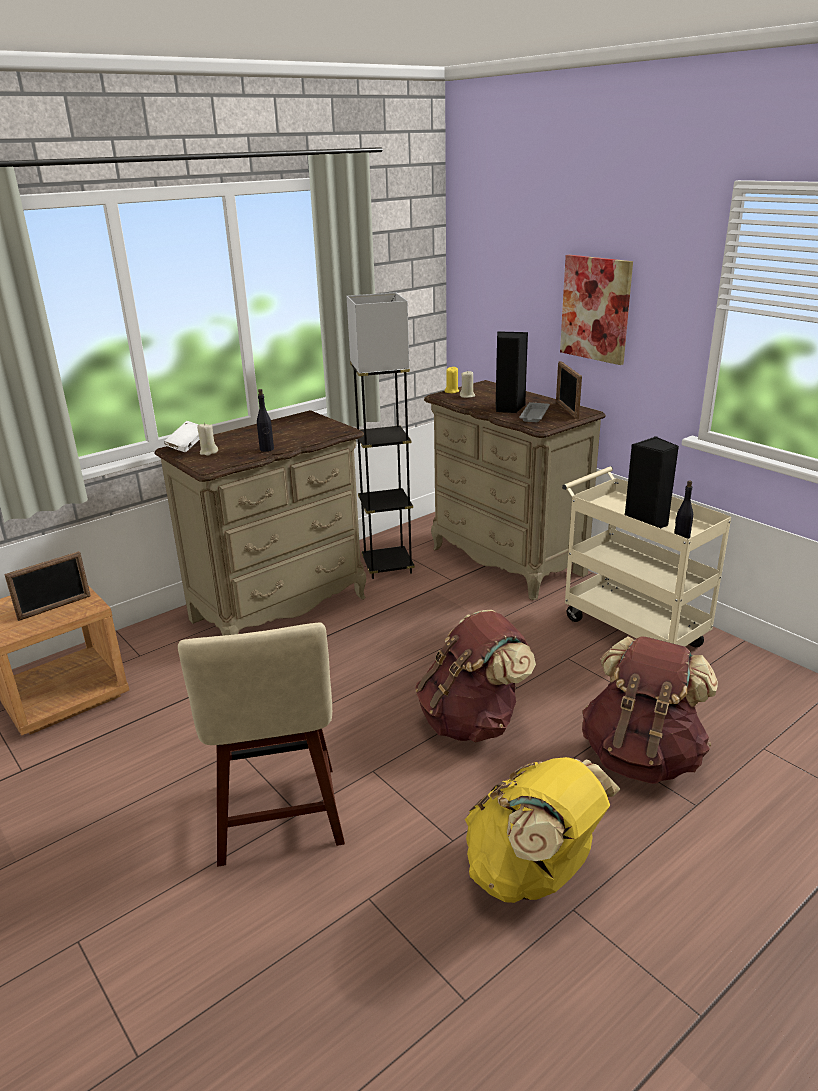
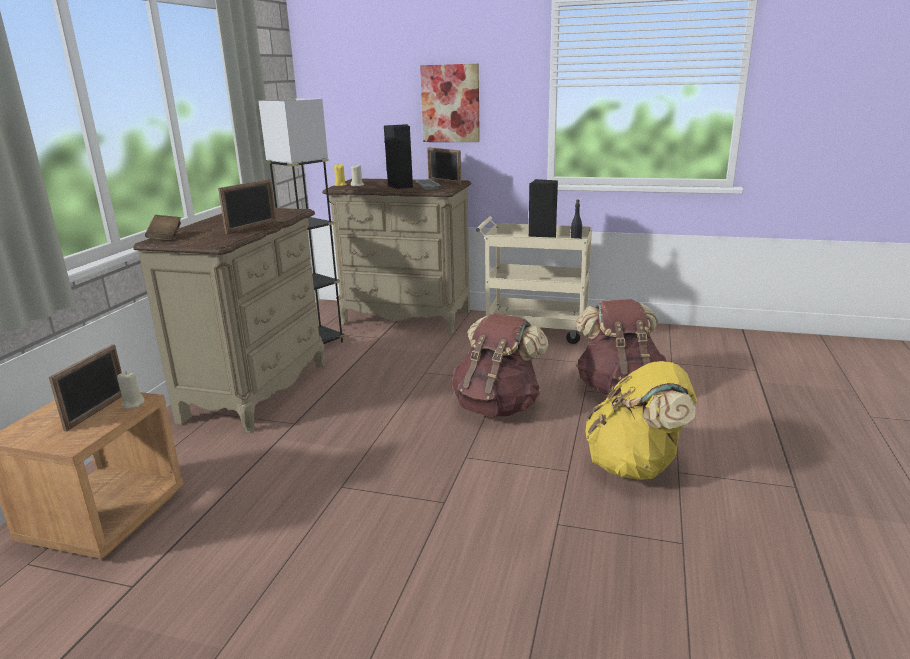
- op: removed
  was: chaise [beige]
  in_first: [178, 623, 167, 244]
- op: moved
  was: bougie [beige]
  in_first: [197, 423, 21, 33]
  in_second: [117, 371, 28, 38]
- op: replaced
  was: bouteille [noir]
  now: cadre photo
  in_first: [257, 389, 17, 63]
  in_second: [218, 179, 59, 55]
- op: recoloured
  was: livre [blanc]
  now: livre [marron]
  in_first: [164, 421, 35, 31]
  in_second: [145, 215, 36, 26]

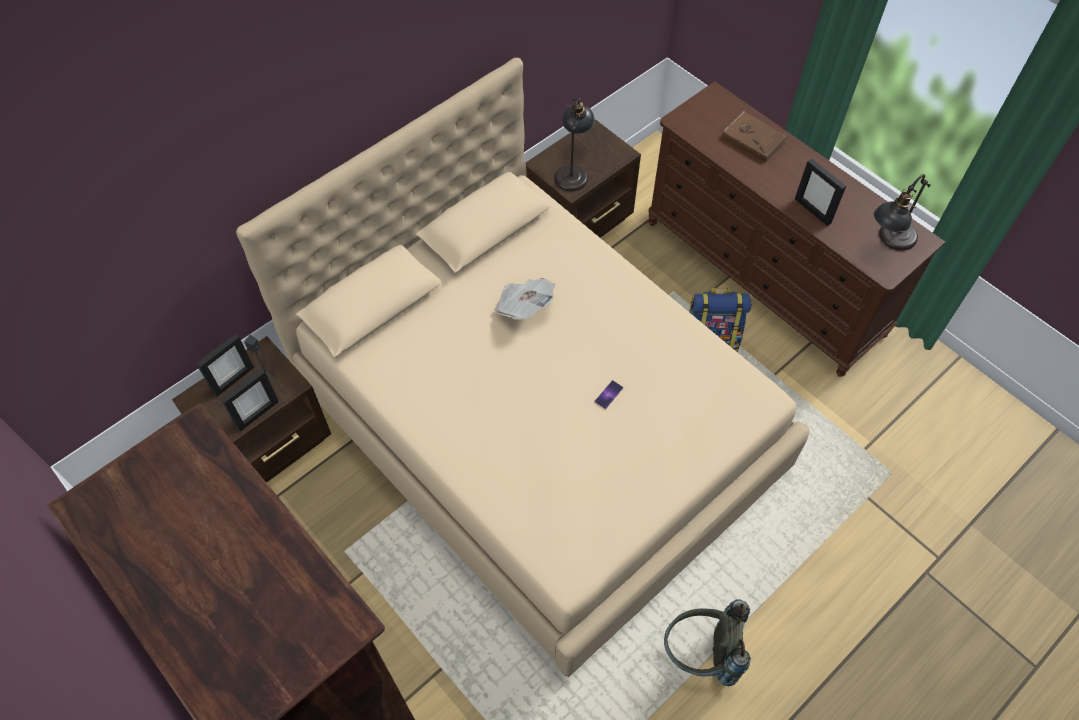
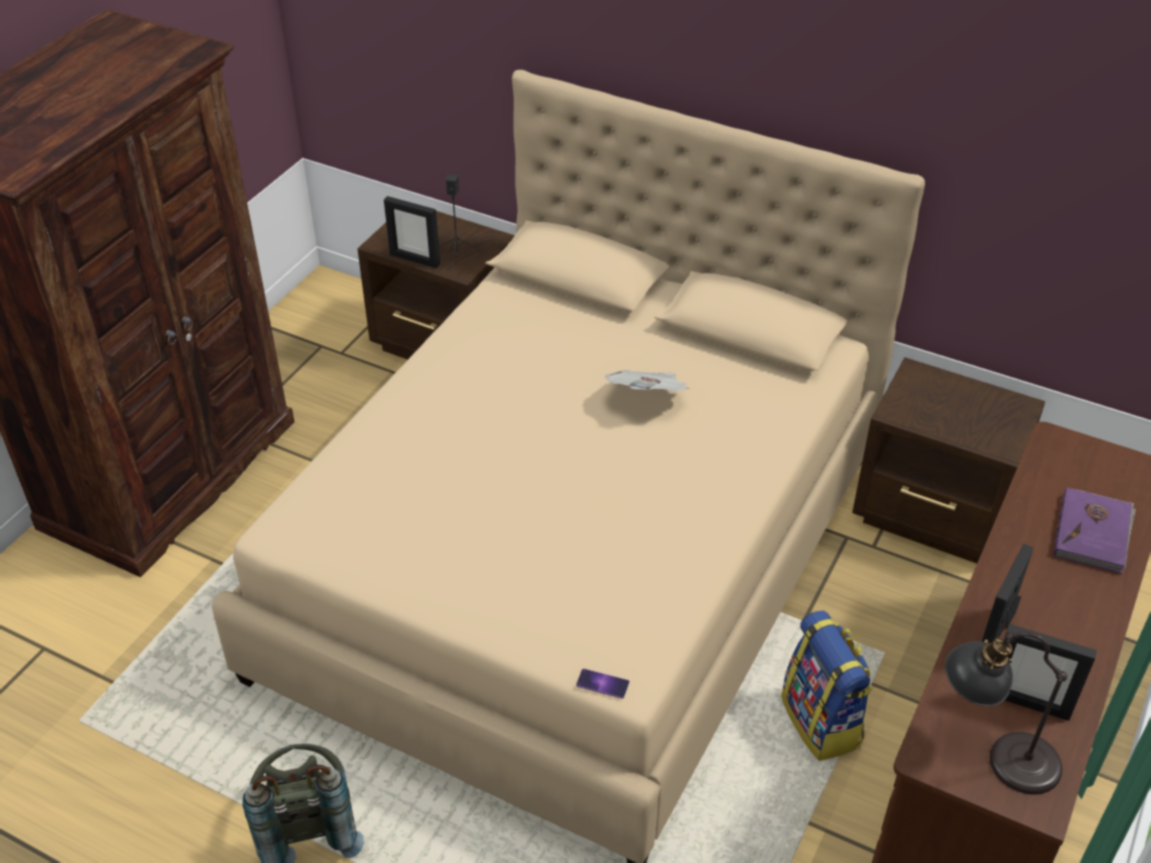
- op: removed
  was: lampe de table [gris]
  in_first: [555, 98, 40, 93]
- op: moved
  was: cadre photo
  in_first: [196, 333, 58, 64]
  in_second: [1004, 624, 93, 97]
- op: moved
  was: téléphone
  in_first: [595, 380, 28, 29]
  in_second: [576, 669, 53, 30]
- op: recoloured
  was: livre [marron]
  now: livre [violet]
  in_first: [722, 112, 66, 50]
  in_second: [1054, 487, 82, 87]

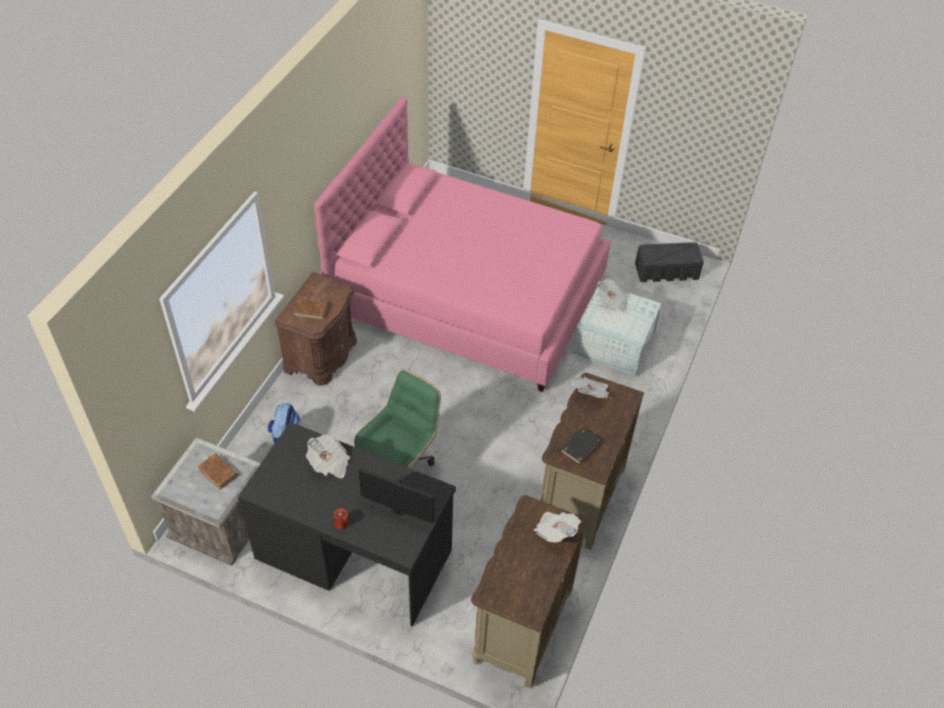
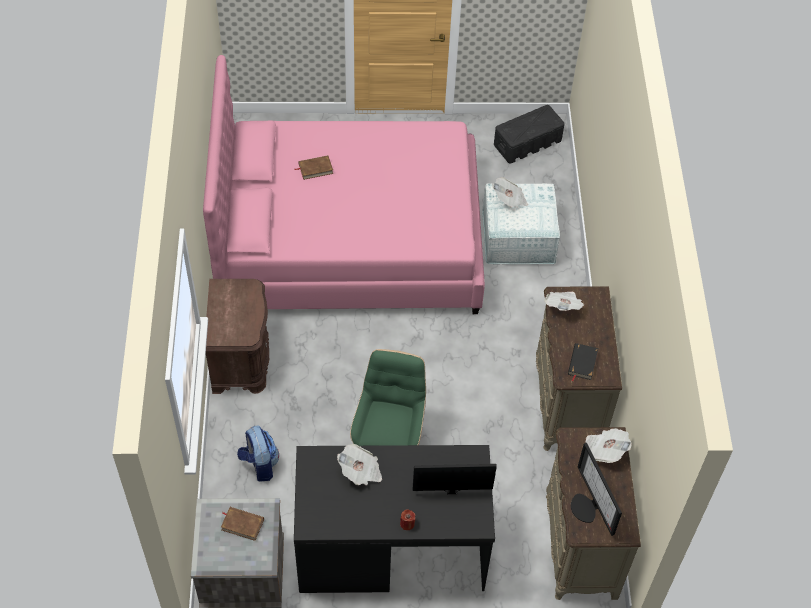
- op: added
  now: écran d'ordinateur
  in_second: [571, 443, 51, 93]
- op: moved
  was: livre [marron]
  in_first: [292, 298, 36, 22]
  in_second: [295, 155, 38, 25]

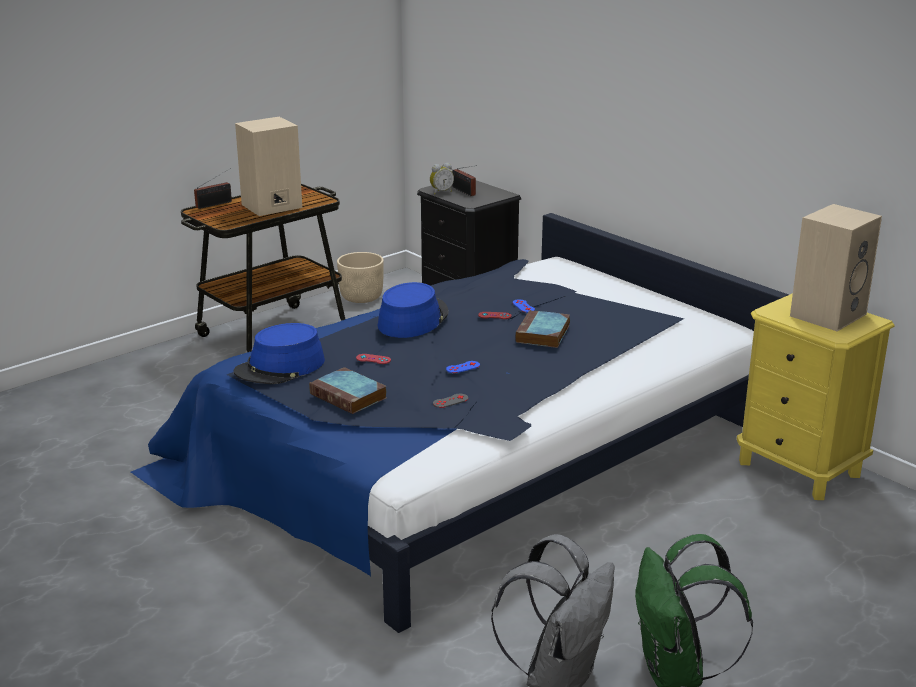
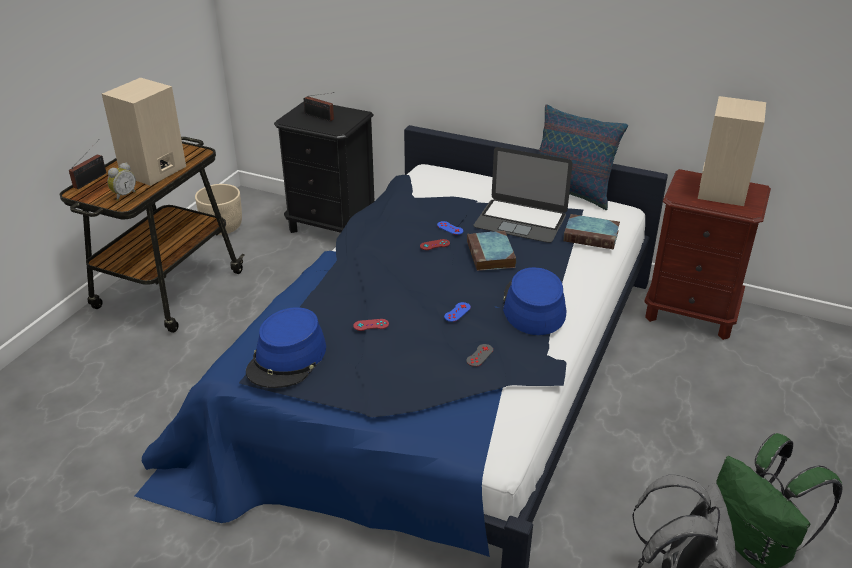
- op: added
  now: ordinateur portable
  in_second: [473, 147, 100, 96]
- op: added
  now: coussin [bleu]
  in_second: [538, 104, 90, 106]
- op: moved
  was: livre
  in_first: [309, 367, 77, 47]
  in_second: [563, 214, 57, 35]
- op: moved
  was: chapeau [bleu]
  in_first: [378, 282, 71, 56]
  in_second: [503, 267, 63, 68]
- op: moved
  was: réveil
  in_first: [430, 163, 24, 31]
  in_second: [108, 163, 28, 38]
- op: recoloured
  was: table de chevet [jaune]
  now: table de chevet [marron]
  in_first: [737, 293, 157, 207]
  in_second: [644, 169, 127, 171]

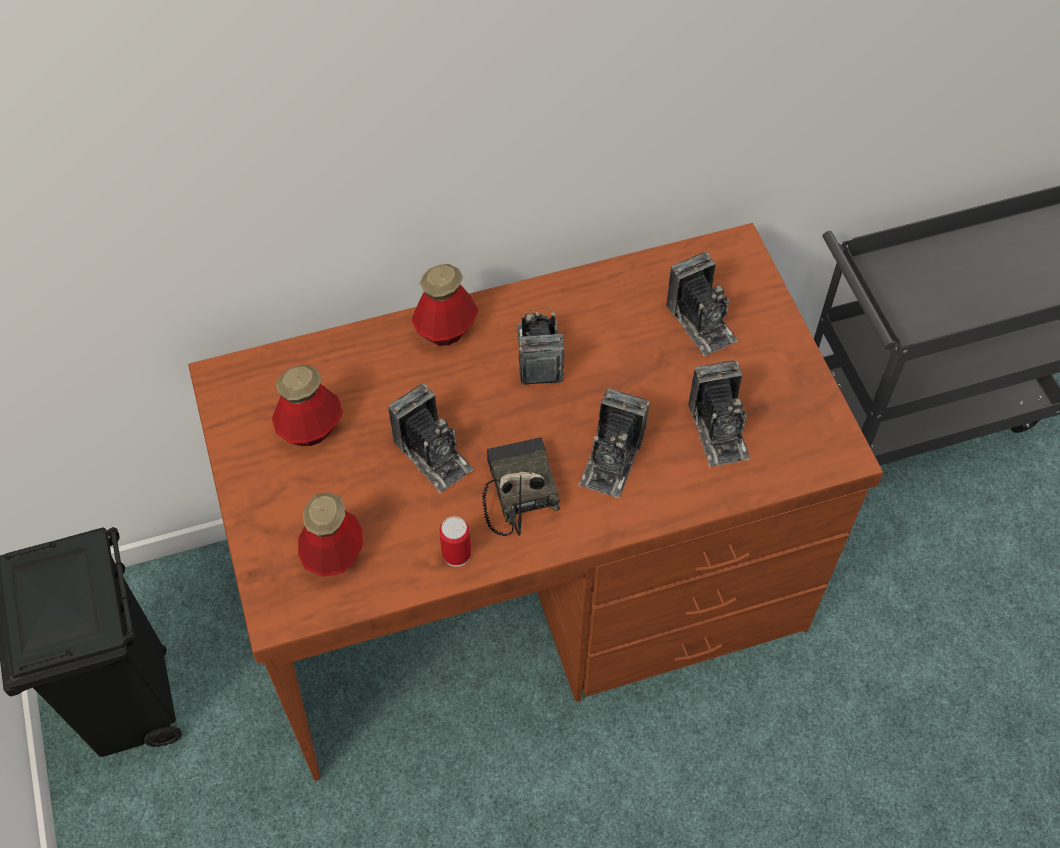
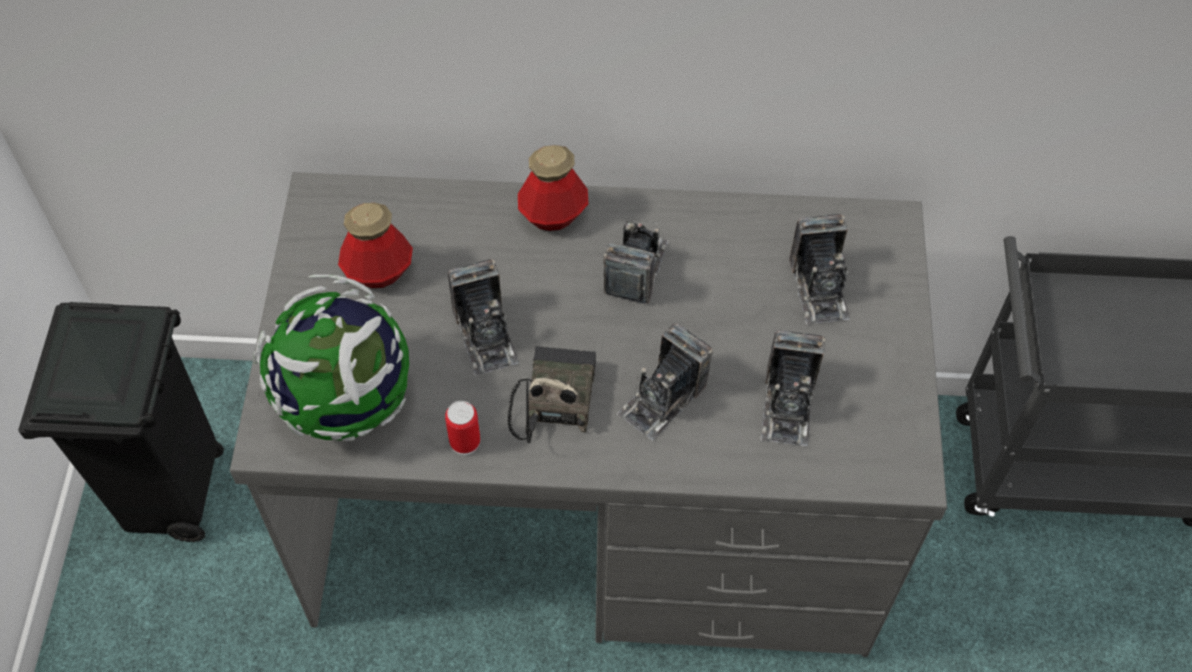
- op: replaced
  was: bouteille
  now: globe
  in_first: [298, 492, 65, 85]
  in_second: [253, 274, 156, 167]
- op: recoloured
  was: bureau [marron]
  now: bureau [gris]
  in_first: [188, 223, 695, 558]
  in_second: [230, 172, 717, 485]

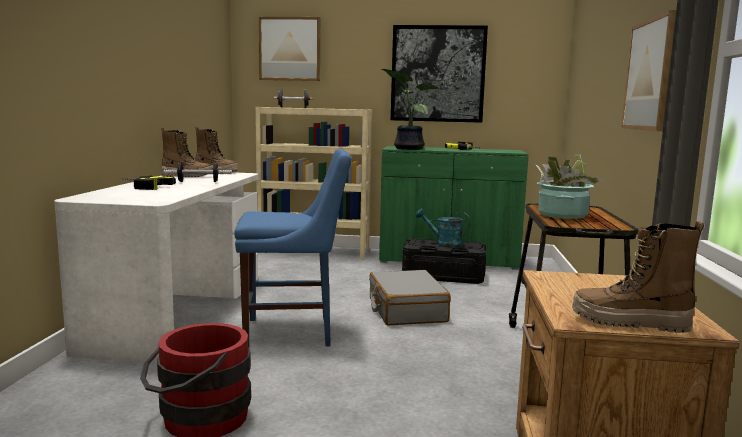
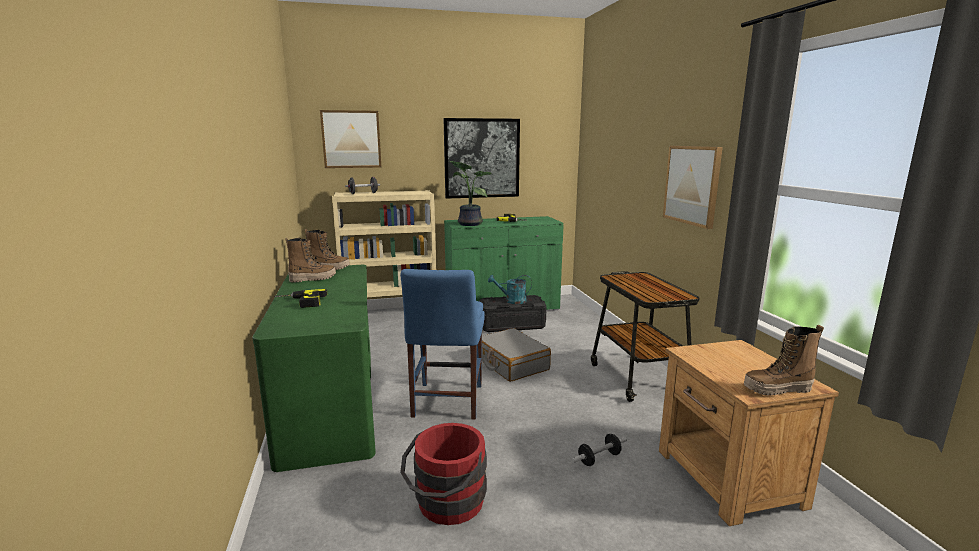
- op: removed
  was: plante en pot
  in_first: [536, 155, 68, 64]
- op: moved
  was: haltère
  in_first: [164, 162, 68, 20]
  in_second: [571, 434, 56, 32]
- op: recoloured
  was: bureau [blanc]
  now: bureau [vert]
  in_first: [54, 172, 204, 192]
  in_second: [252, 265, 124, 207]
- op: turned
  was: chaise [bleu]
  in_first: [234, 149, 118, 198]
  in_second: [401, 269, 84, 150]
  clockwise: 120

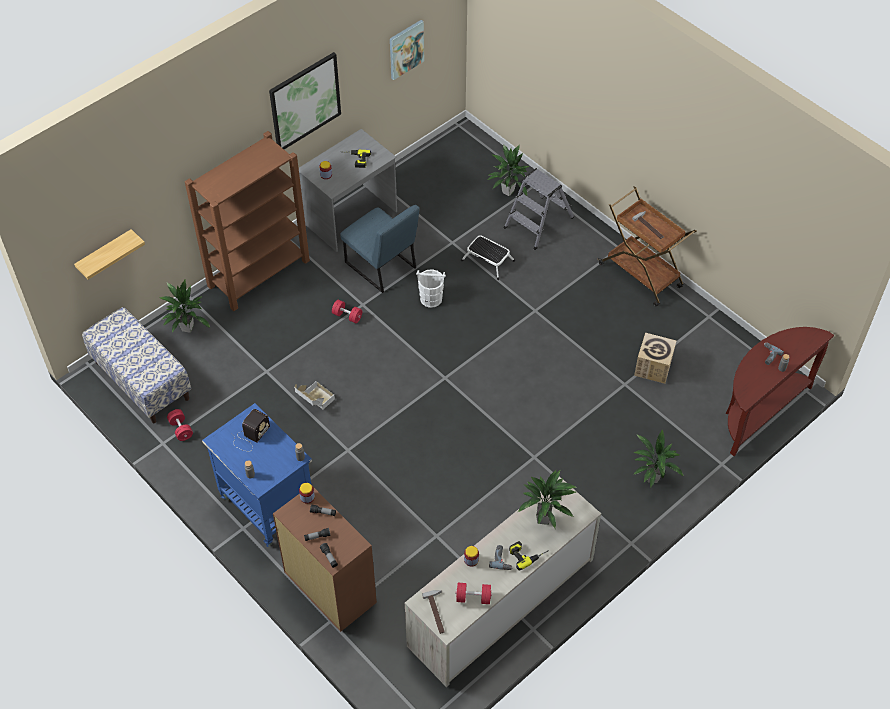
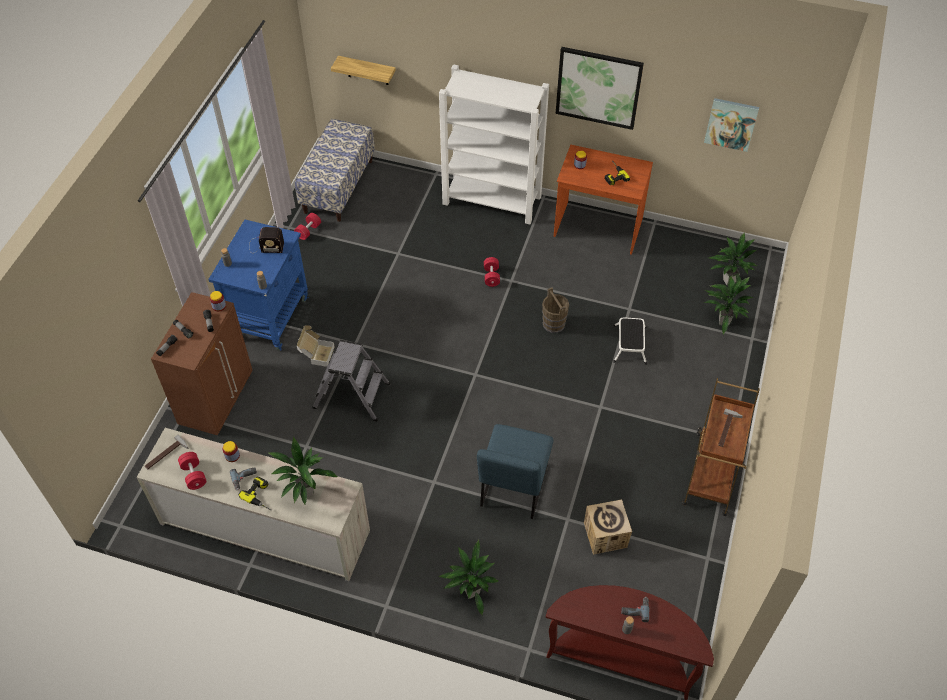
- op: moved
  was: plante en pot
  in_first: [158, 280, 52, 53]
  in_second: [709, 233, 48, 60]
- op: moved
  was: carton
  in_first: [294, 381, 41, 28]
  in_second: [297, 325, 37, 42]
- op: moved
  was: chaise [bleu]
  in_first: [340, 205, 79, 88]
  in_second: [477, 424, 77, 95]
- op: moved
  was: escabeau [gris]
  in_first: [504, 168, 70, 82]
  in_second: [312, 340, 79, 82]
- op: recoloured
  was: bibliothèque [marron]
  now: bibliothèque [blanc]
  in_first: [185, 131, 125, 180]
  in_second: [439, 64, 110, 160]
- op: recoloured
  was: bureau [gris]
  now: bureau [marron]
  in_first: [299, 129, 98, 123]
  in_second: [554, 145, 99, 110]
- op: recoloured
  was: seau [blanc]
  now: seau [marron]
  in_first: [416, 269, 30, 39]
  in_second: [542, 287, 27, 46]

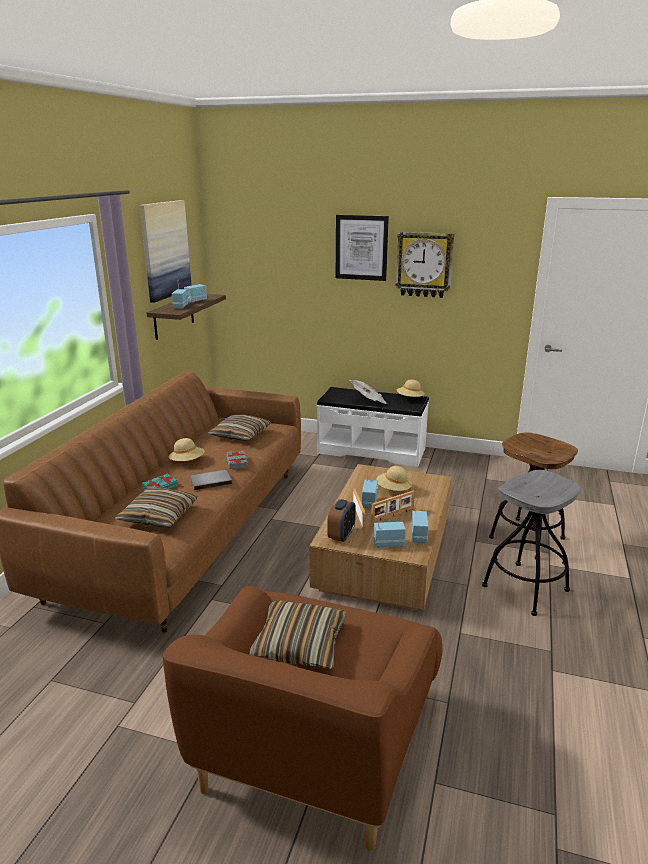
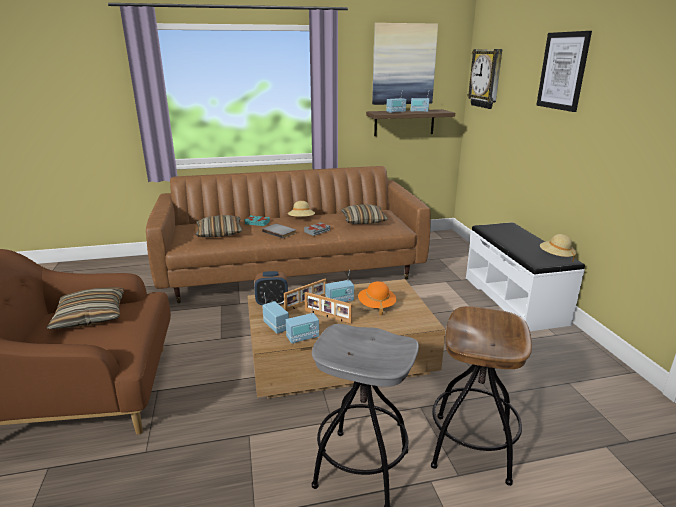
- op: removed
  was: journal
  in_first: [350, 380, 37, 24]
- op: moved
  was: horloge murale
  in_first: [395, 232, 59, 66]
  in_second: [467, 49, 35, 60]
- op: recoloured
  was: chapeau [beige]
  now: chapeau [orange]
  in_first: [376, 466, 36, 25]
  in_second: [358, 281, 38, 35]

